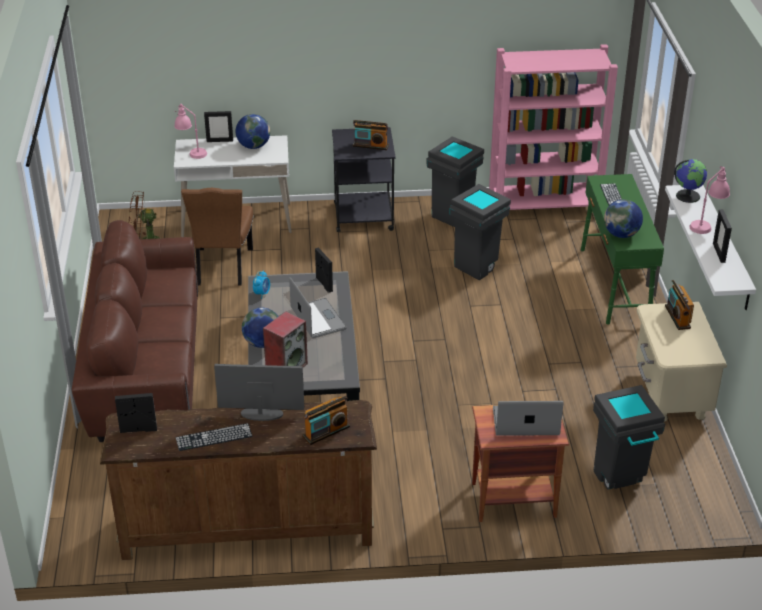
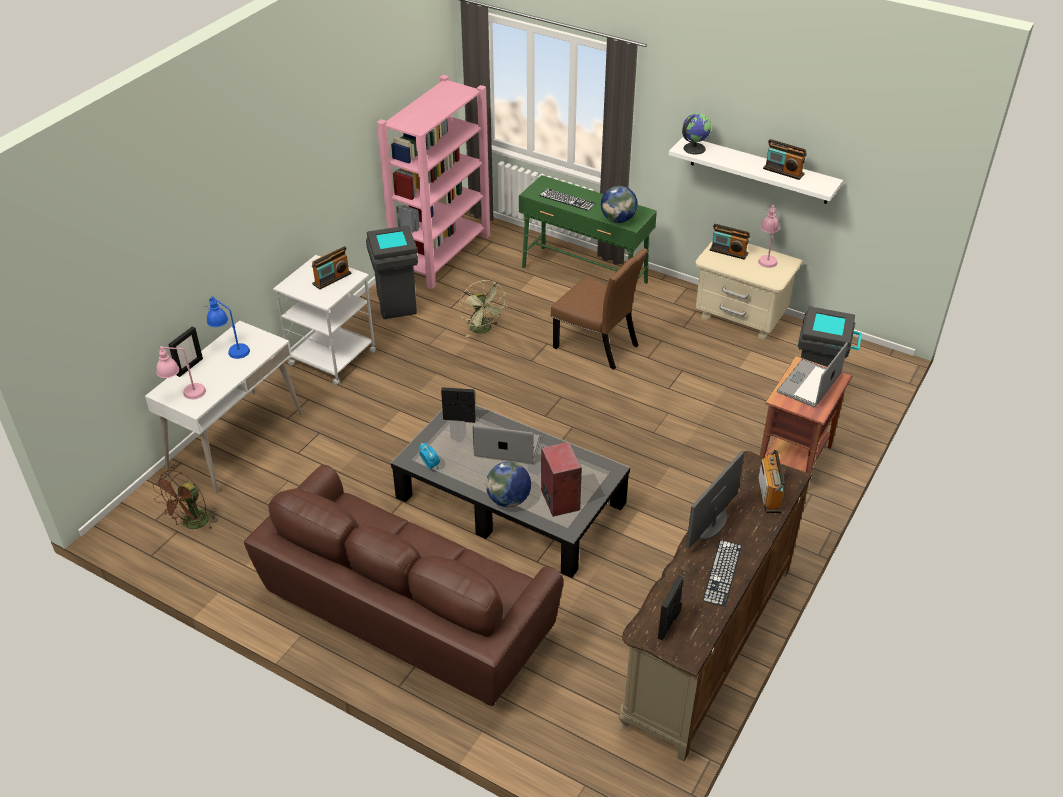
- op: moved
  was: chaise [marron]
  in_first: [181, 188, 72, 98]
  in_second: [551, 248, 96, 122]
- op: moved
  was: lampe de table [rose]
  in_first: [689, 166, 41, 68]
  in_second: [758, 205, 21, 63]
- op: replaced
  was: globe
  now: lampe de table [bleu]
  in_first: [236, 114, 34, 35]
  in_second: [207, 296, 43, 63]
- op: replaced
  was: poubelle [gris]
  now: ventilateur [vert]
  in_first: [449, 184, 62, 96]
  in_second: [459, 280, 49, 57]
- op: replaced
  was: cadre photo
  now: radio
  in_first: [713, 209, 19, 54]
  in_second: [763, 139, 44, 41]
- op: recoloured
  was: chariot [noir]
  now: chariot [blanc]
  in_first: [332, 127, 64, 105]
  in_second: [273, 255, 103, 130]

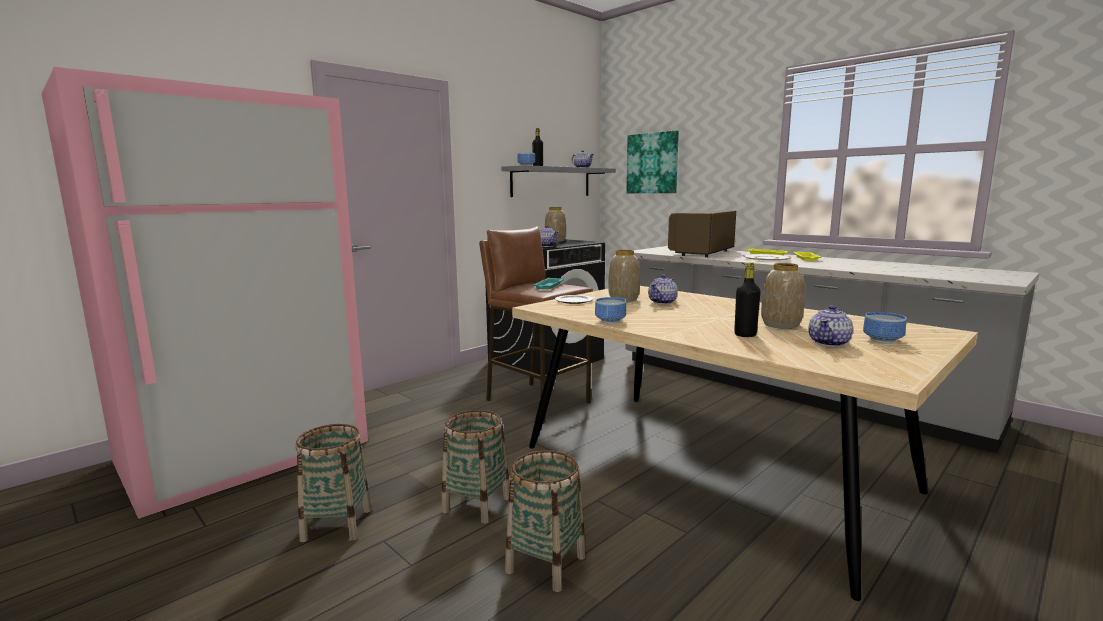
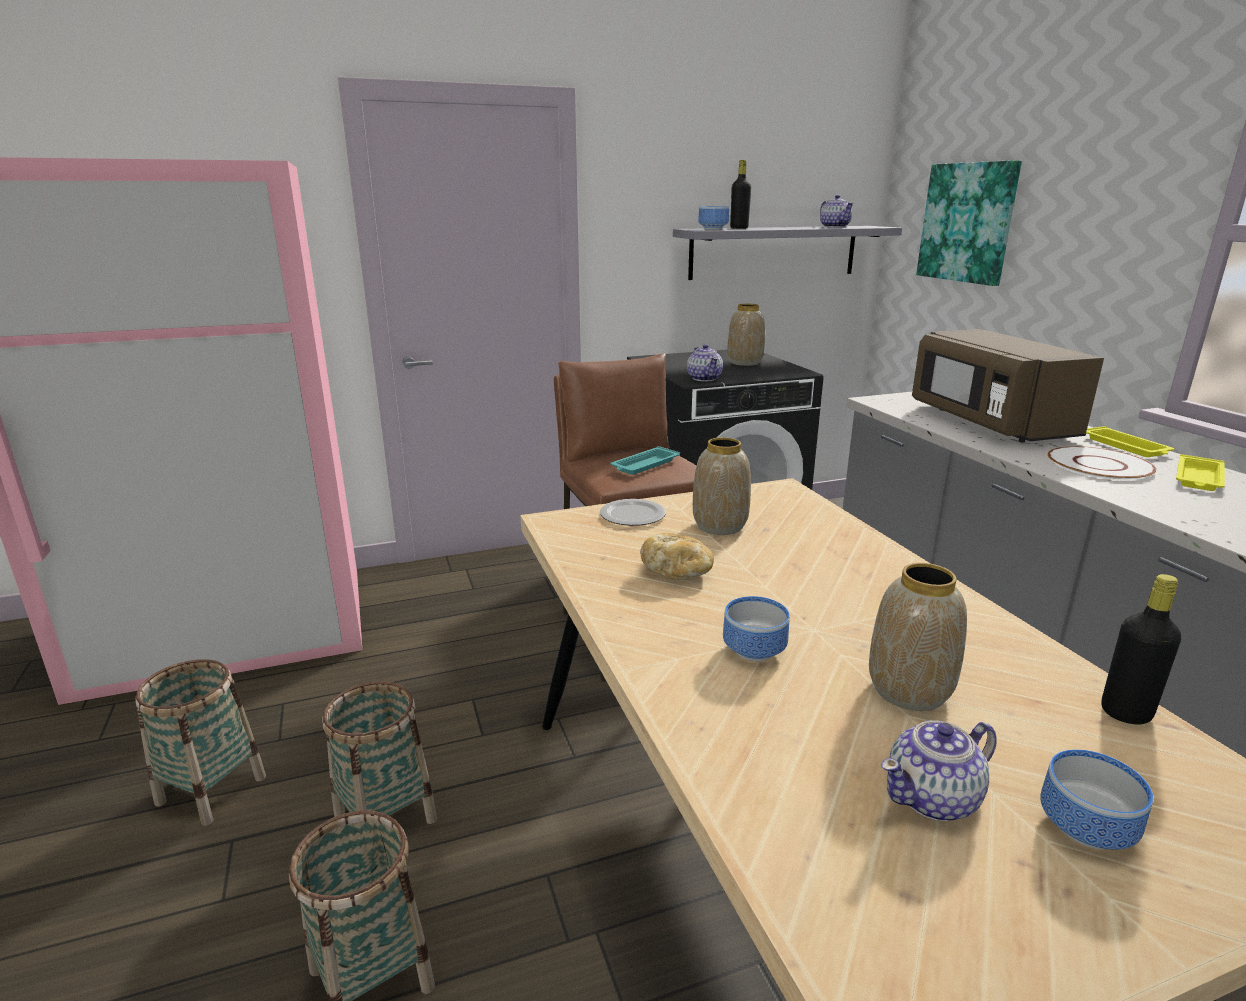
- op: removed
  was: théière
  in_first: [648, 275, 30, 29]
- op: added
  now: pain
  in_second: [640, 533, 74, 47]
- op: moved
  was: bol
  in_first: [595, 297, 31, 27]
  in_second: [723, 596, 67, 66]
- op: moved
  was: bouteille [noir]
  in_first: [734, 262, 26, 75]
  in_second: [1101, 574, 80, 151]
- op: turned
  was: micro-ondes [marron]
  in_first: [668, 210, 68, 47]
  in_second: [912, 329, 192, 113]
  clockwise: -75

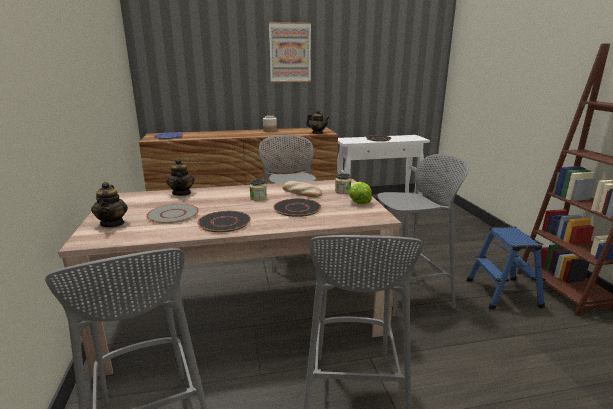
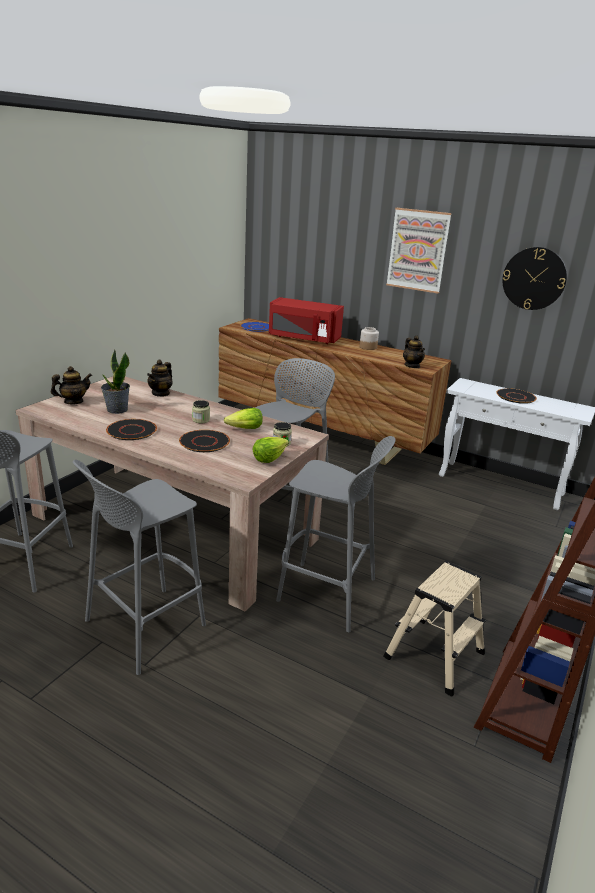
- op: added
  now: micro-ondes [rouge]
  in_second: [269, 297, 75, 47]
- op: added
  now: horloge murale
  in_second: [502, 247, 65, 63]
- op: replaced
  was: assiette [gris]
  now: plante en pot
  in_first: [146, 204, 53, 20]
  in_second: [101, 349, 29, 65]
- op: replaced
  was: pain
  now: laitue
  in_first: [282, 181, 40, 16]
  in_second: [224, 408, 39, 21]
- op: recoloured
  was: escabeau [bleu]
  now: escabeau [beige]
  in_first: [466, 227, 79, 83]
  in_second: [383, 561, 103, 136]
- op: turned
  was: théière
  in_first: [91, 182, 37, 46]
  in_second: [51, 366, 41, 38]
  clockwise: -150

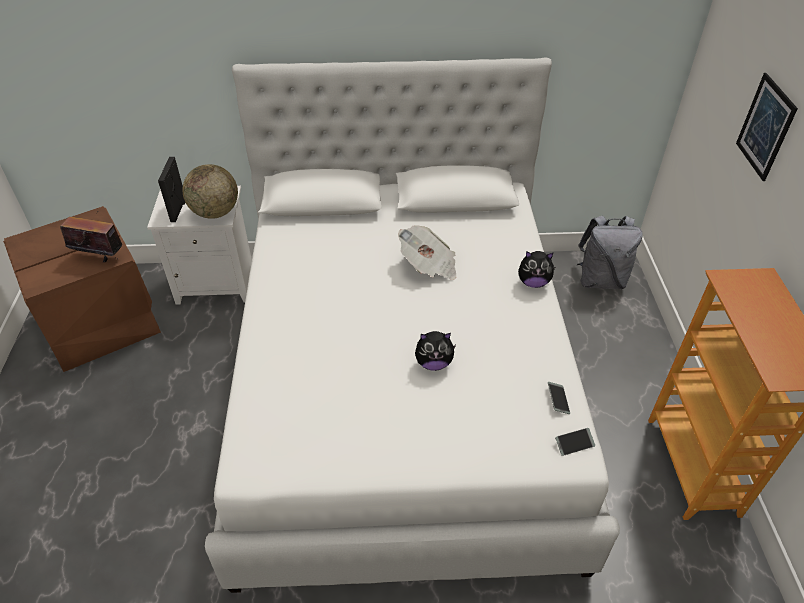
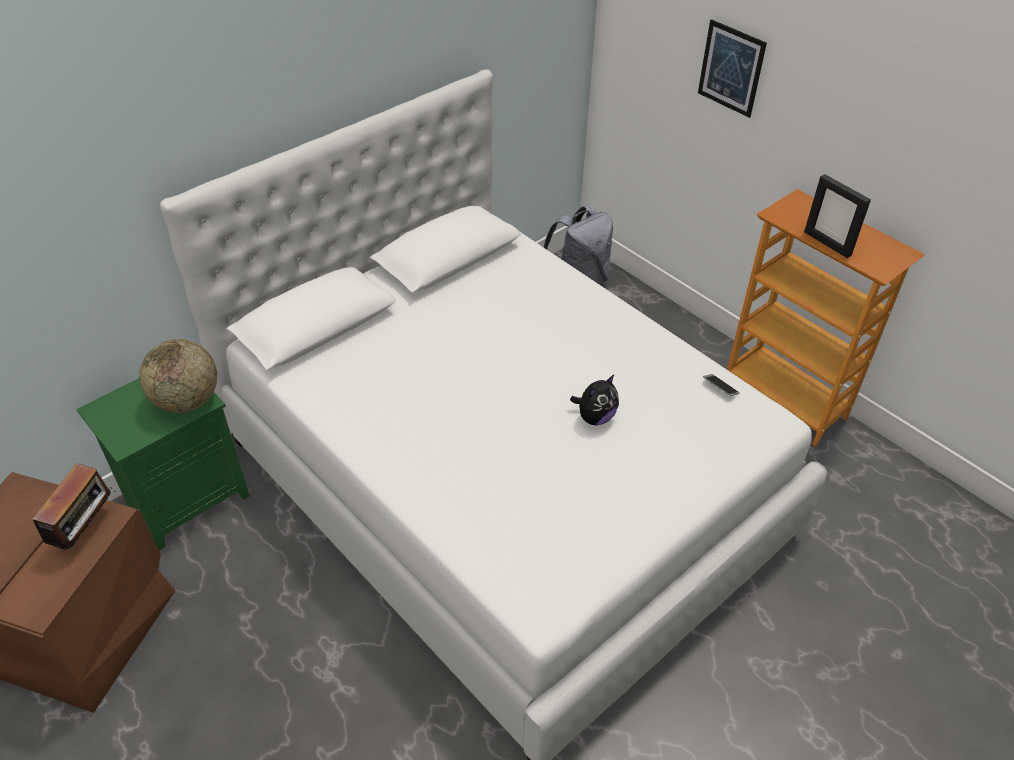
- op: removed
  was: journal
  in_first: [398, 225, 58, 55]
- op: removed
  was: peluche
  in_first: [518, 251, 37, 37]
- op: removed
  was: téléphone
  in_first: [555, 428, 40, 28]
- op: moved
  was: cadre photo
  in_first: [158, 157, 27, 65]
  in_second: [804, 174, 67, 84]
- op: recoloured
  was: table de chevet [blanc]
  now: table de chevet [vert]
  in_first: [147, 186, 105, 119]
  in_second: [76, 378, 173, 172]
- op: turned
  was: radio
  in_first: [60, 211, 62, 51]
  in_second: [32, 463, 84, 91]
  clockwise: 135

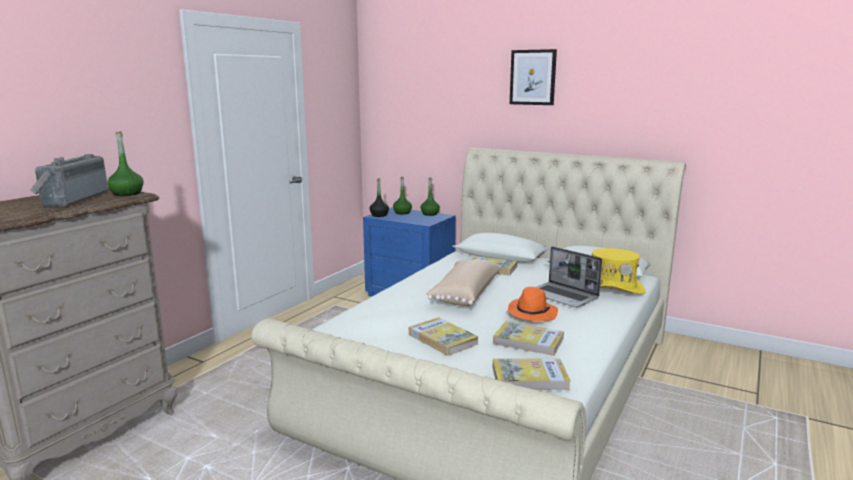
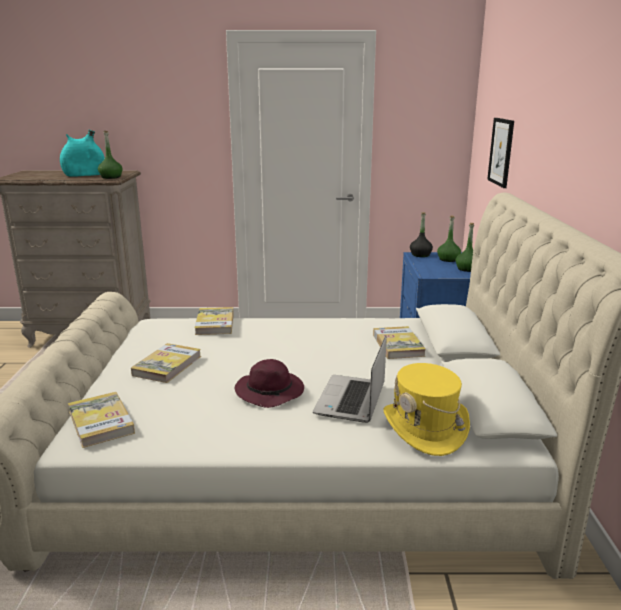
- op: removed
  was: coussin [beige]
  in_first: [426, 259, 74, 47]
- op: moved
  was: livre
  in_first: [493, 321, 71, 35]
  in_second: [195, 307, 39, 28]
- op: moved
  was: tableau
  in_first: [510, 49, 47, 56]
  in_second: [487, 118, 27, 70]
- op: replaced
  was: radio
  now: vase [turquoise]
  in_first: [30, 154, 78, 53]
  in_second: [60, 130, 45, 47]
- op: recoloured
  was: chapeau [orange]
  now: chapeau [violet]
  in_first: [507, 287, 51, 34]
  in_second: [235, 359, 69, 49]

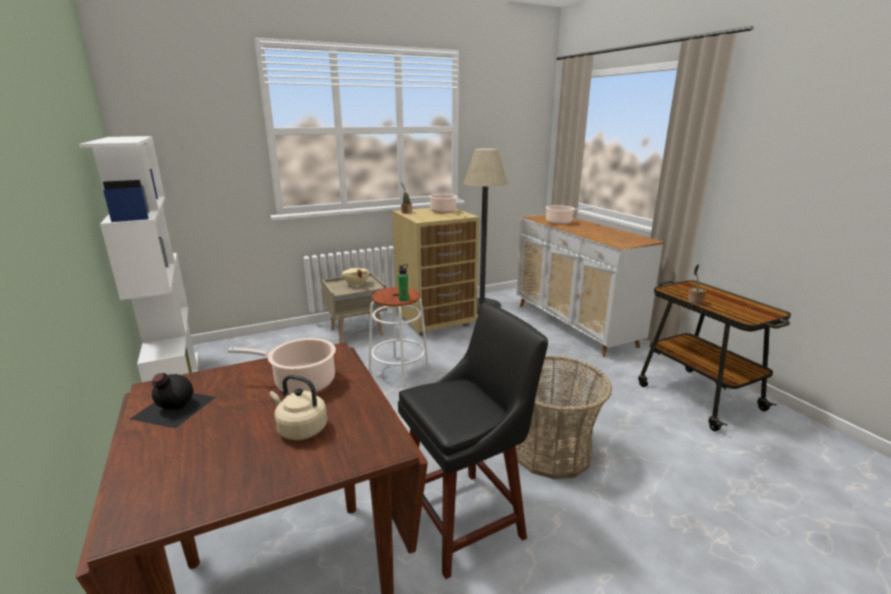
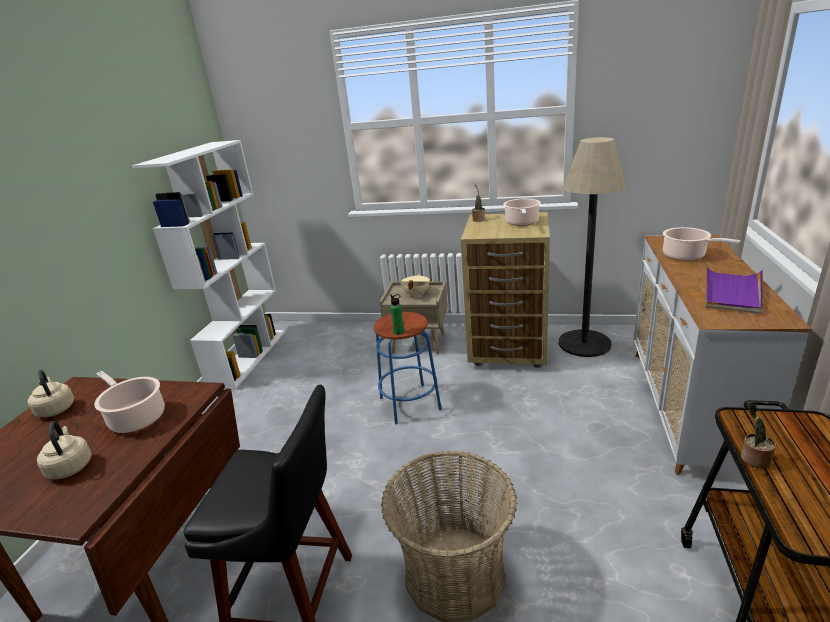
- op: added
  now: plateau [violet]
  in_second: [706, 265, 57, 49]
- op: replaced
  was: bouteille [noir]
  now: bouilloire [beige]
  in_first: [130, 373, 86, 55]
  in_second: [28, 369, 46, 48]
- op: recoloured
  was: tabouret [blanc]
  now: tabouret [bleu]
  in_first: [368, 287, 61, 101]
  in_second: [374, 312, 68, 112]

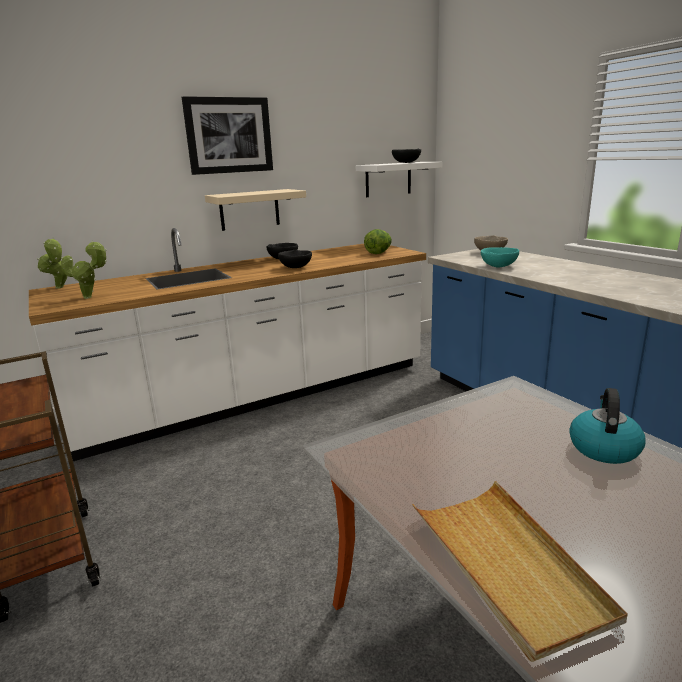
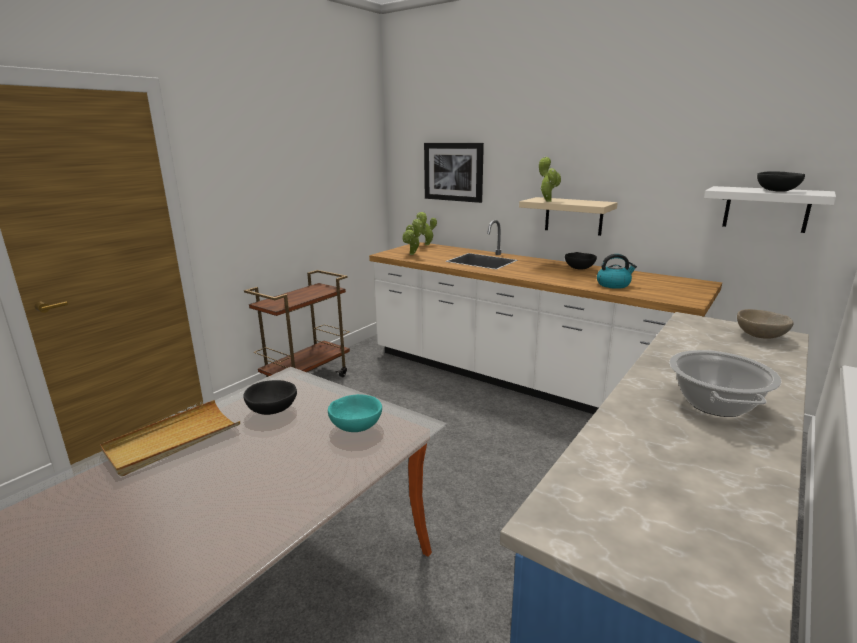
- op: removed
  was: laitue
  in_first: [364, 229, 28, 25]
- op: added
  now: plante en pot
  in_second: [539, 156, 22, 46]
- op: added
  now: marmite
  in_second: [669, 350, 113, 67]
- op: moved
  was: tableau
  in_first: [182, 96, 91, 79]
  in_second: [424, 143, 60, 60]
- op: moved
  was: bol [noir]
  in_first: [278, 250, 34, 18]
  in_second: [243, 380, 54, 35]
- op: moved
  was: bol [turquoise]
  in_first: [481, 247, 38, 20]
  in_second: [328, 394, 54, 38]
- op: moved
  was: bouilloire
  in_first: [569, 388, 77, 76]
  in_second: [597, 254, 40, 35]

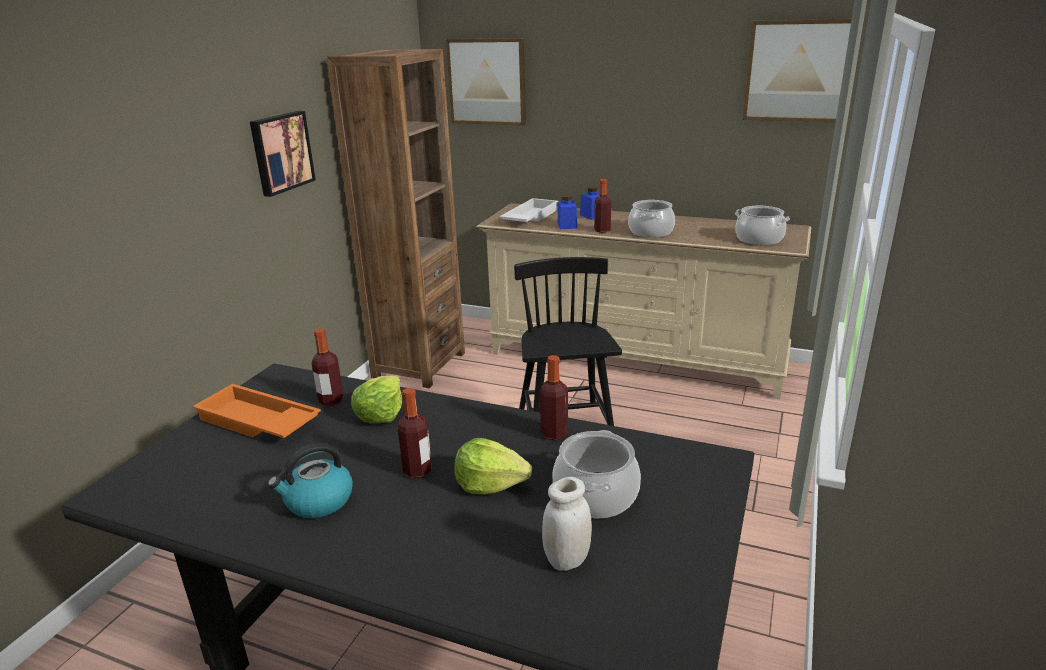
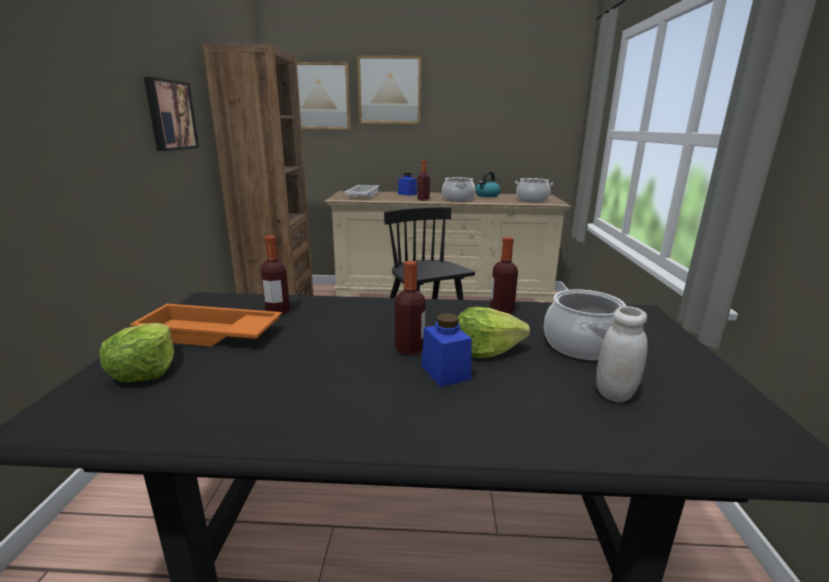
- op: moved
  was: bouilloire
  in_first: [268, 443, 85, 75]
  in_second: [475, 171, 26, 26]
- op: moved
  was: laitue
  in_first: [351, 375, 51, 48]
  in_second: [99, 323, 75, 59]
- op: moved
  was: bocal [bleu]
  in_first: [557, 195, 20, 34]
  in_second: [421, 313, 51, 74]
- op: moved
  was: tableau
  in_first: [743, 19, 109, 103]
  in_second: [357, 55, 64, 69]

